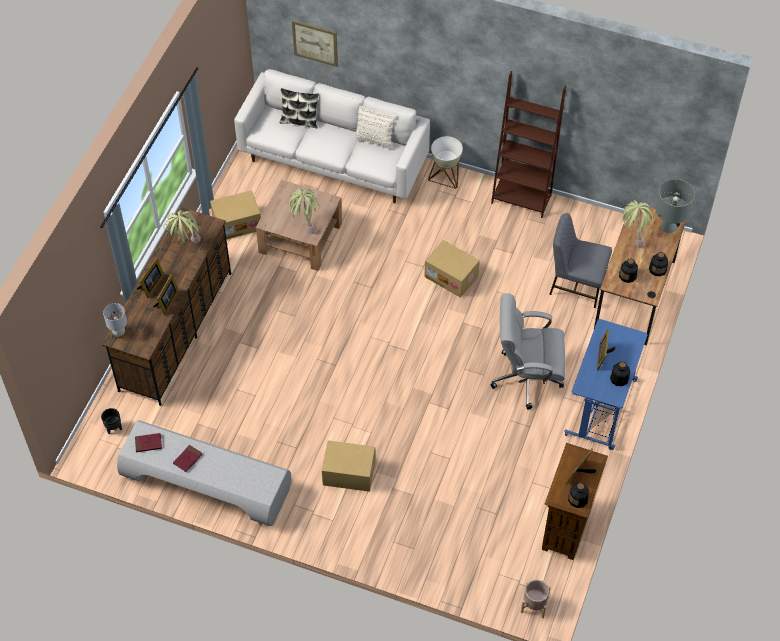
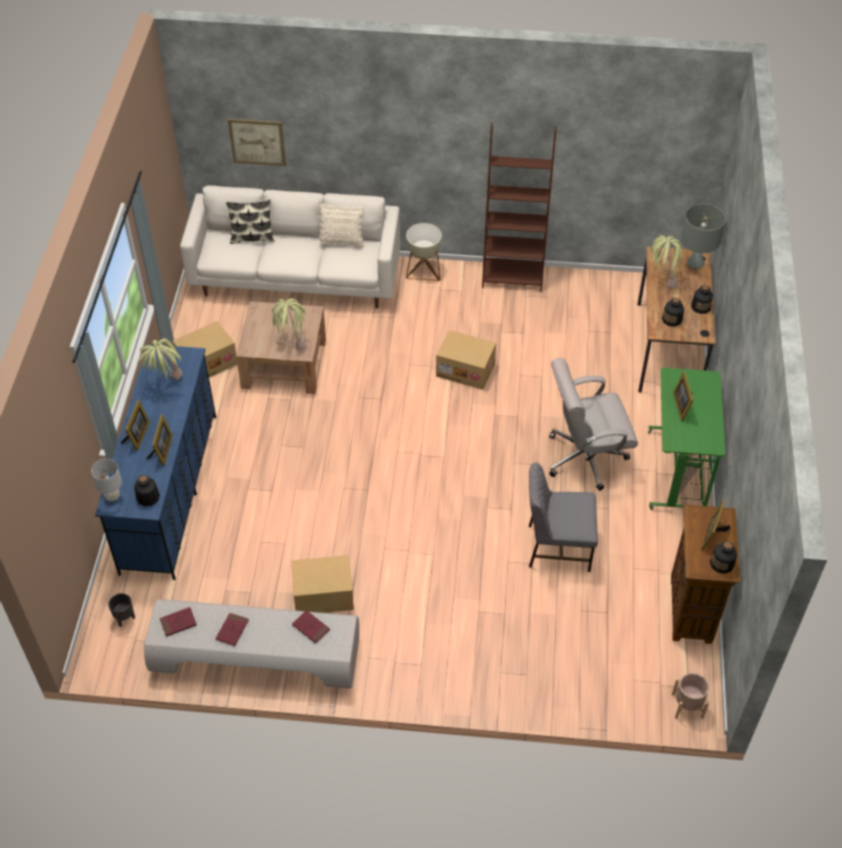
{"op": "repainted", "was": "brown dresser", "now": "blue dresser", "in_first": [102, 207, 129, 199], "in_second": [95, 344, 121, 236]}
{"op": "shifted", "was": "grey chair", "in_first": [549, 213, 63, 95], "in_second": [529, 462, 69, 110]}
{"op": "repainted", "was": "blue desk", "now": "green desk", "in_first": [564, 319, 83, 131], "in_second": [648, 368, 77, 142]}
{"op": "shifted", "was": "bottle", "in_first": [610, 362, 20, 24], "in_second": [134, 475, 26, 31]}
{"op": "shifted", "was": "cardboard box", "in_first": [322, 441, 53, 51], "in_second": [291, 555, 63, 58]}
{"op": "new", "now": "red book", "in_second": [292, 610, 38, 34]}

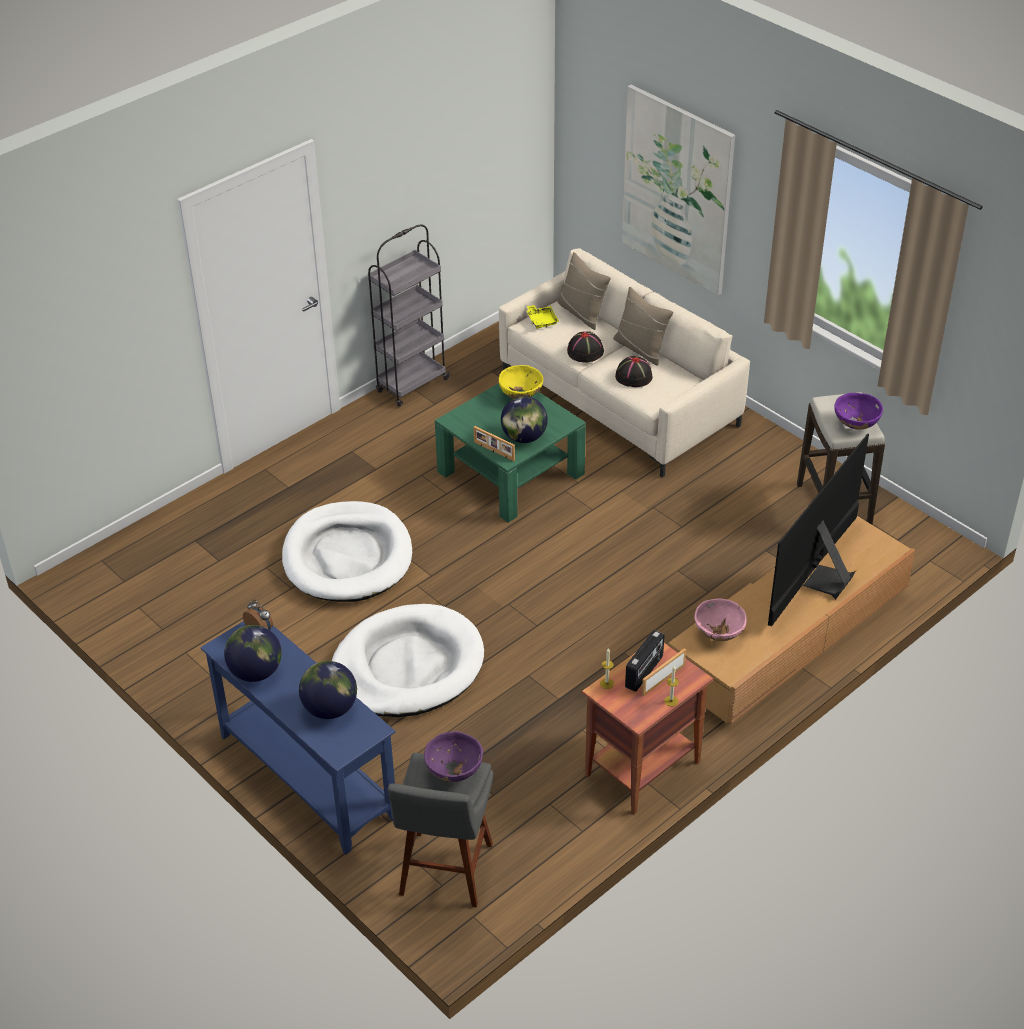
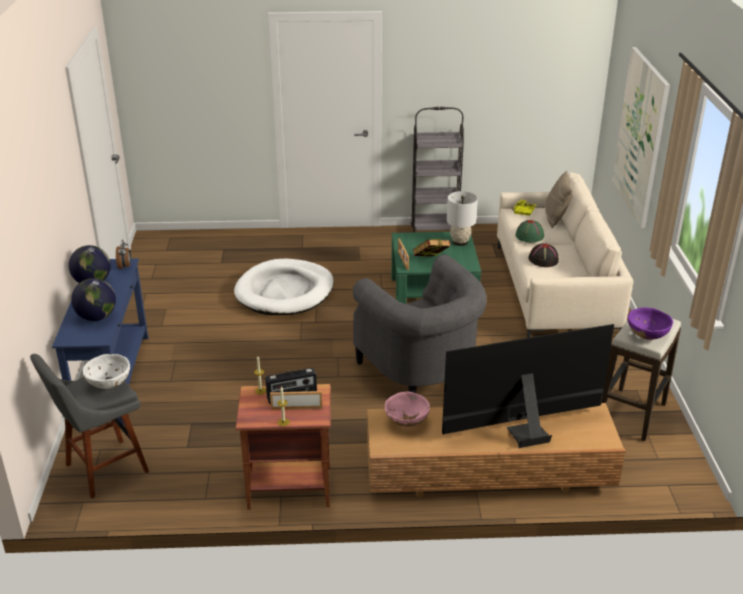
{"op": "gone", "was": "beige pillow", "in_first": [613, 287, 60, 79]}
{"op": "repainted", "was": "black hat", "now": "green hat", "in_first": [567, 331, 37, 32], "in_second": [515, 220, 29, 22]}
{"op": "swapped", "was": "yellow bowl", "now": "white table lamp", "in_first": [499, 365, 44, 34], "in_second": [447, 191, 31, 55]}
{"op": "swapped", "was": "globe", "now": "book", "in_first": [501, 396, 47, 47], "in_second": [413, 238, 38, 19]}
{"op": "gone", "was": "white dog bed", "in_first": [332, 604, 152, 113]}
{"op": "repainted", "was": "purple bowl", "now": "white bowl", "in_first": [424, 731, 59, 51], "in_second": [83, 354, 47, 35]}
{"op": "new", "now": "grey armchair", "in_second": [353, 254, 134, 139]}

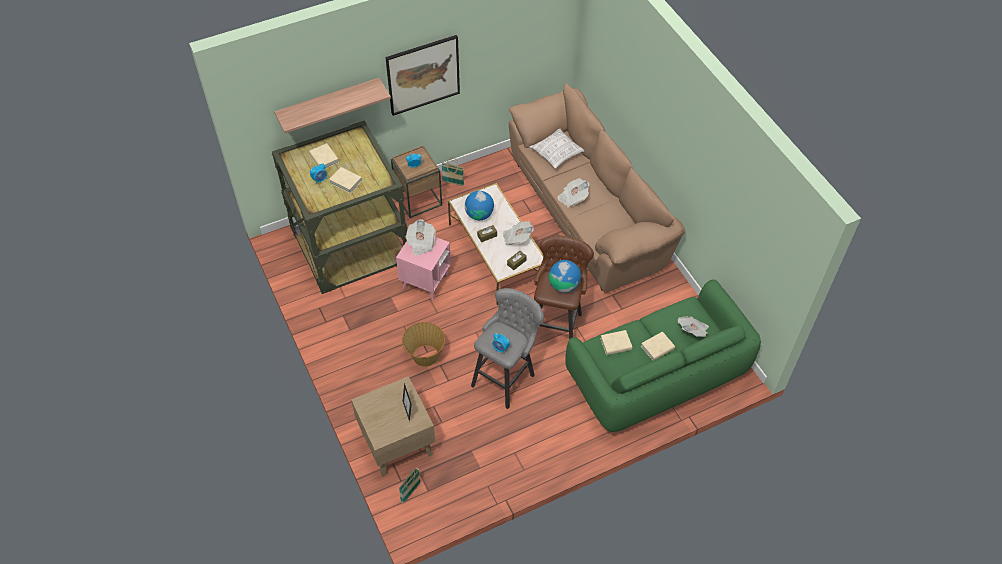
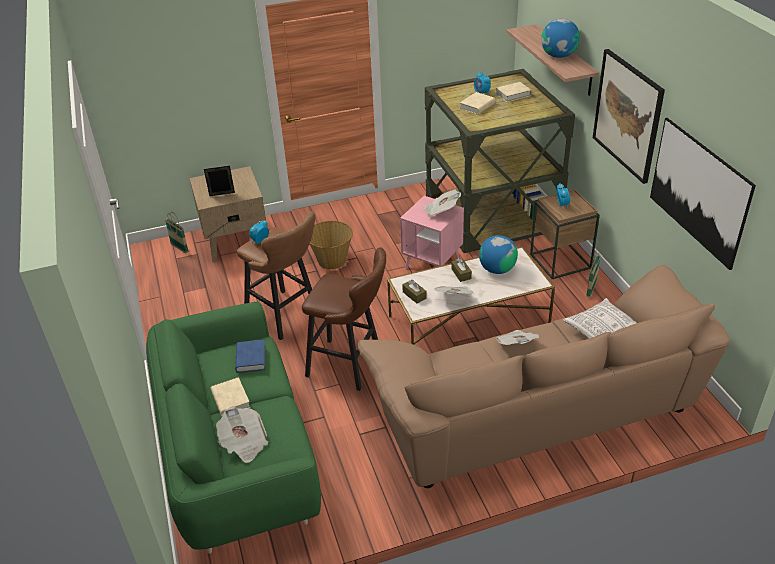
{"op": "shifted", "was": "globe", "in_first": [549, 260, 32, 33], "in_second": [541, 19, 39, 39]}
{"op": "repainted", "was": "grey stool", "now": "brown stool", "in_first": [471, 288, 73, 121], "in_second": [237, 211, 78, 129]}
{"op": "repainted", "was": "beige book", "now": "blue book", "in_first": [600, 330, 32, 25], "in_second": [235, 340, 30, 33]}
{"op": "new", "now": "picture", "in_second": [650, 118, 106, 152]}

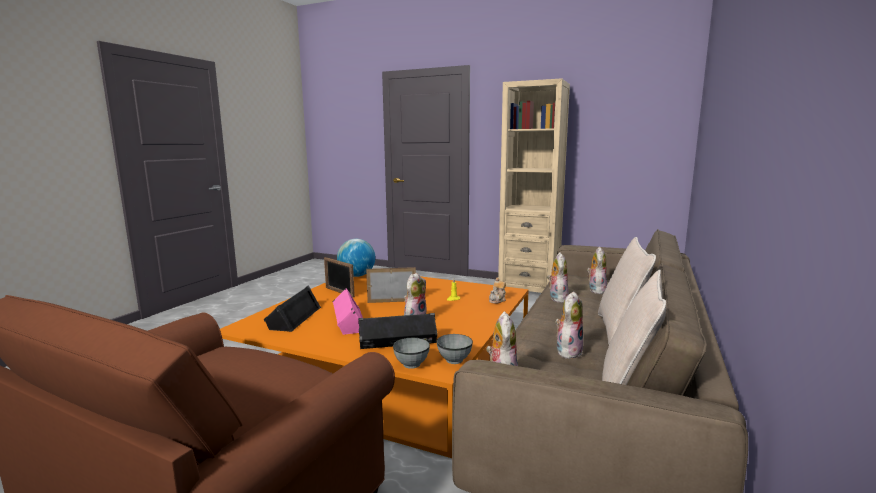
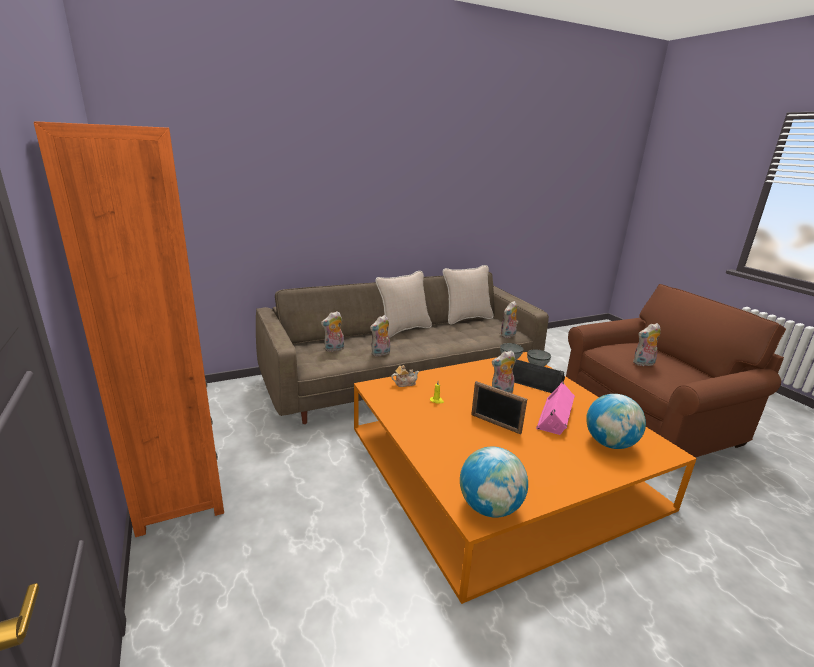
{"op": "repainted", "was": "beige bookcase", "now": "orange bookcase", "in_first": [498, 78, 72, 215], "in_second": [34, 121, 190, 416]}
{"op": "gone", "was": "picture frame", "in_first": [324, 257, 31, 40]}
{"op": "swapped", "was": "black speaker", "now": "globe", "in_first": [264, 285, 57, 47], "in_second": [586, 394, 60, 55]}
{"op": "shifted", "was": "plush toy", "in_first": [555, 291, 28, 68], "in_second": [633, 323, 28, 43]}

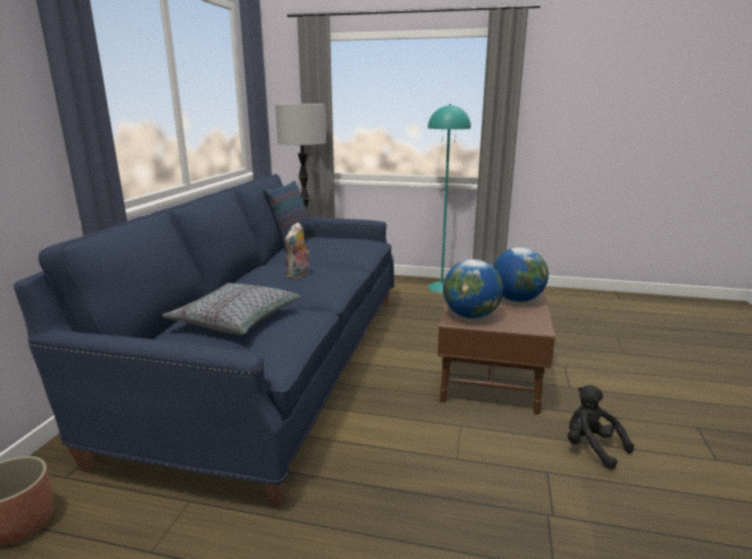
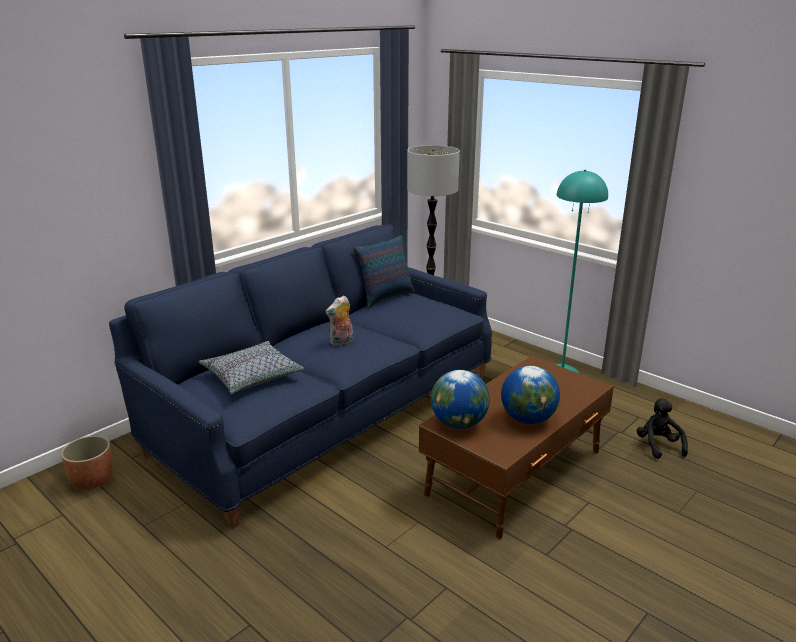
{"op": "shifted", "was": "black plush toy", "in_first": [568, 385, 66, 85], "in_second": [637, 398, 51, 61]}

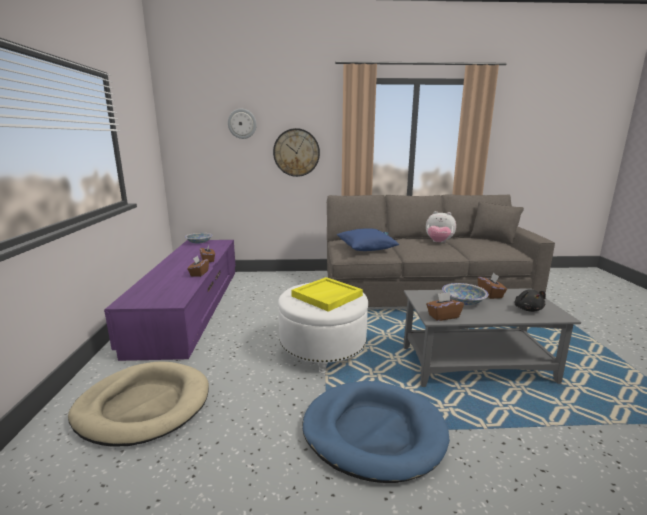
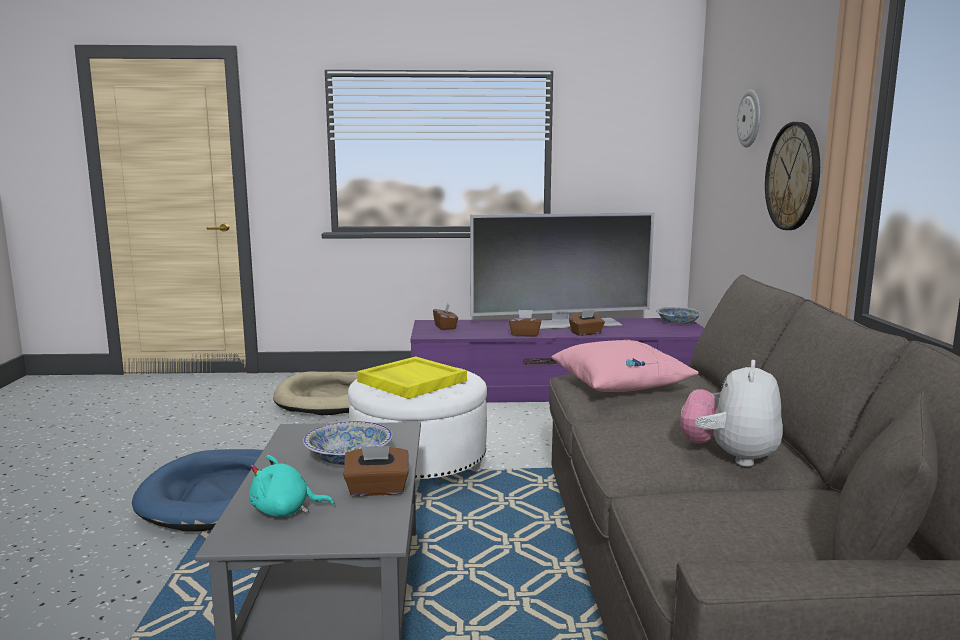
{"op": "repainted", "was": "blue pillow", "now": "pink pillow", "in_first": [337, 228, 62, 23], "in_second": [552, 340, 146, 52]}
{"op": "repainted", "was": "black plush toy", "now": "turquoise plush toy", "in_first": [514, 289, 32, 23], "in_second": [249, 455, 85, 62]}
{"op": "shifted", "was": "brown tissue box", "in_first": [426, 292, 38, 29], "in_second": [433, 303, 25, 27]}
{"op": "new", "now": "television", "in_second": [470, 212, 184, 118]}

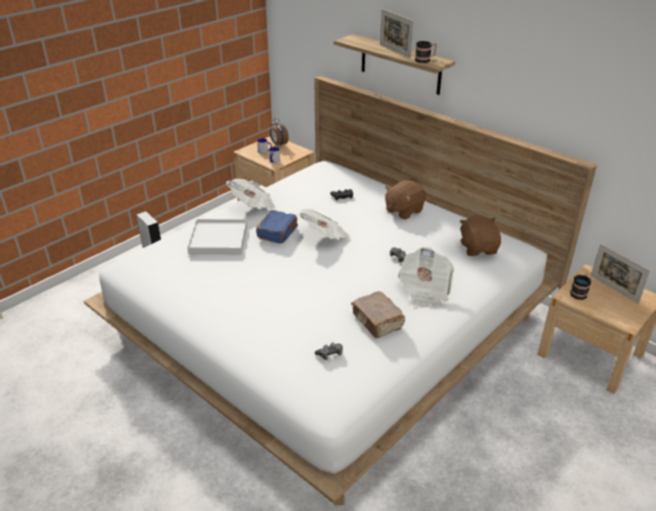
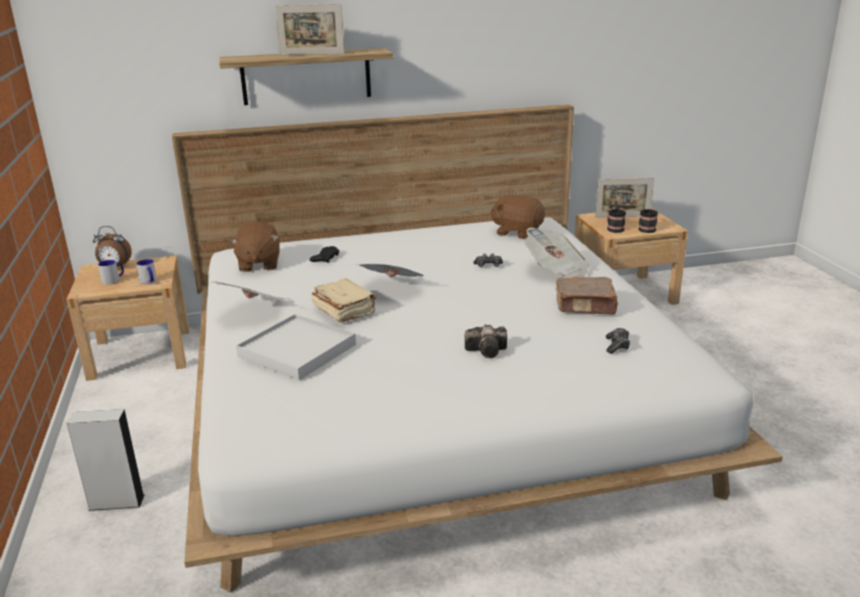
{"op": "shifted", "was": "mug", "in_first": [415, 41, 22, 22], "in_second": [638, 209, 20, 24]}
{"op": "shifted", "was": "brown plush toy", "in_first": [385, 180, 41, 39], "in_second": [230, 222, 50, 50]}
{"op": "repainted", "was": "blue book", "now": "beige book", "in_first": [256, 210, 42, 34], "in_second": [311, 279, 66, 44]}
{"op": "new", "now": "photo camera", "in_second": [465, 325, 42, 33]}

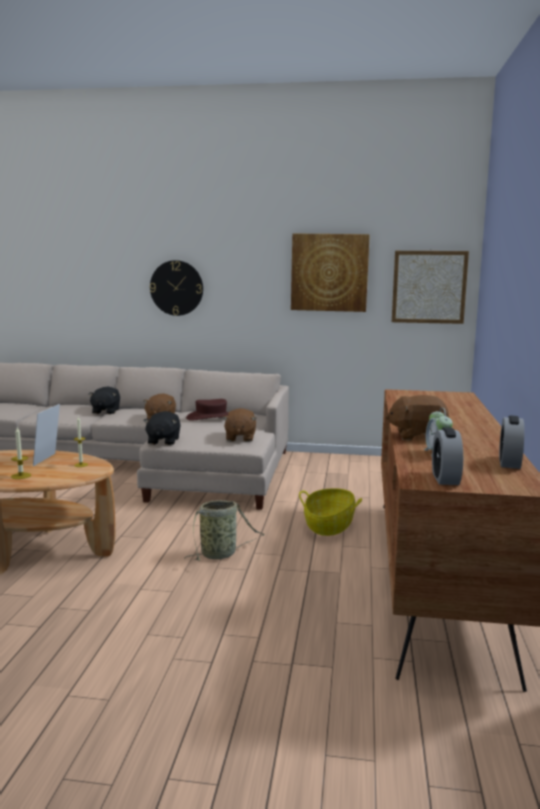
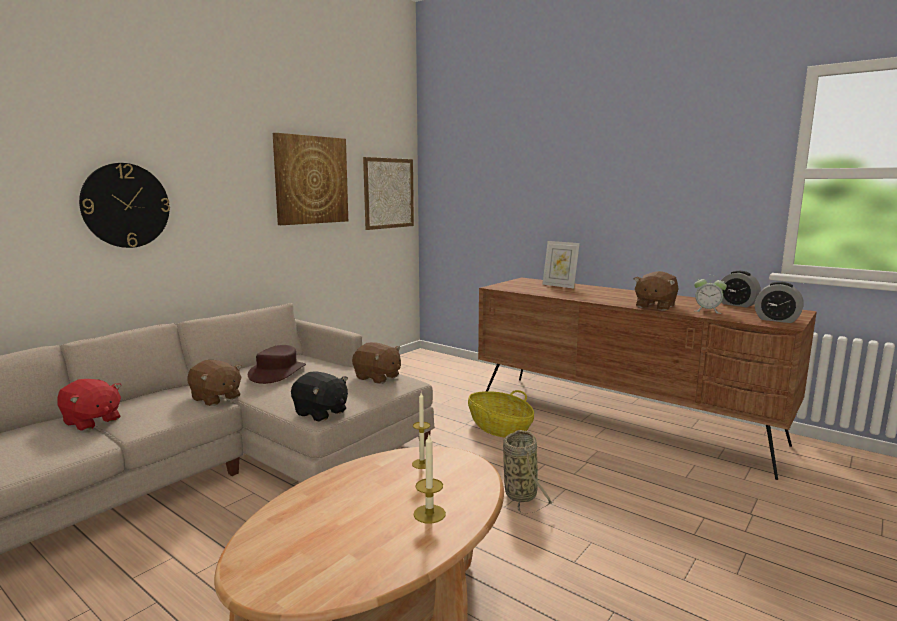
{"op": "repainted", "was": "black plush toy", "now": "red plush toy", "in_first": [88, 386, 32, 28], "in_second": [57, 379, 64, 52]}
{"op": "shifted", "was": "picture frame", "in_first": [33, 404, 27, 62], "in_second": [542, 241, 38, 48]}

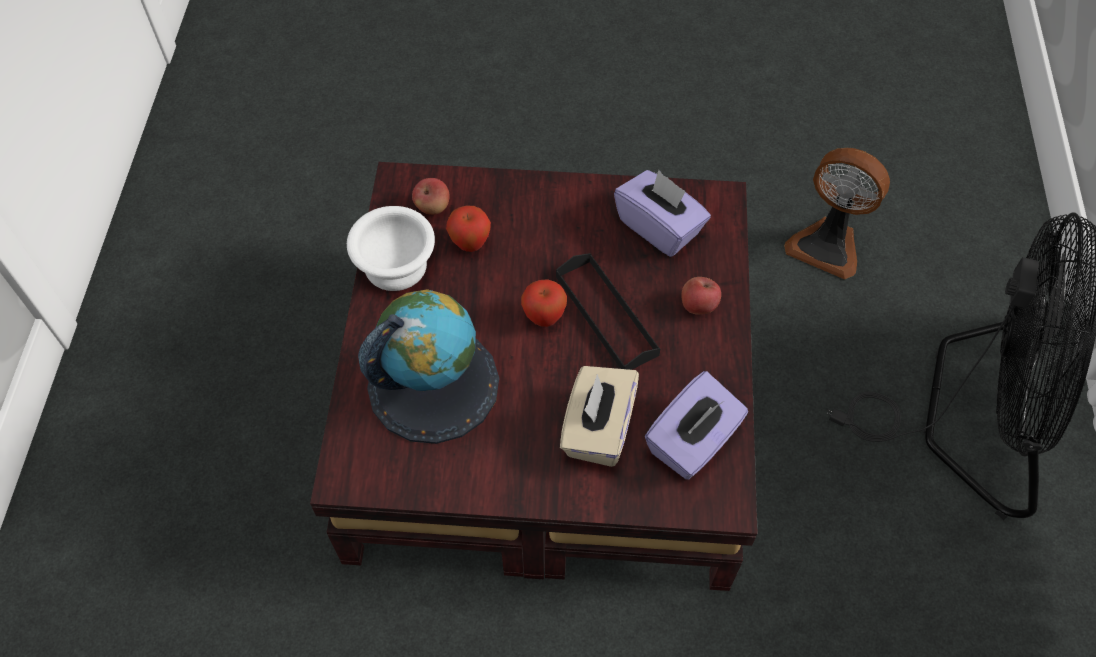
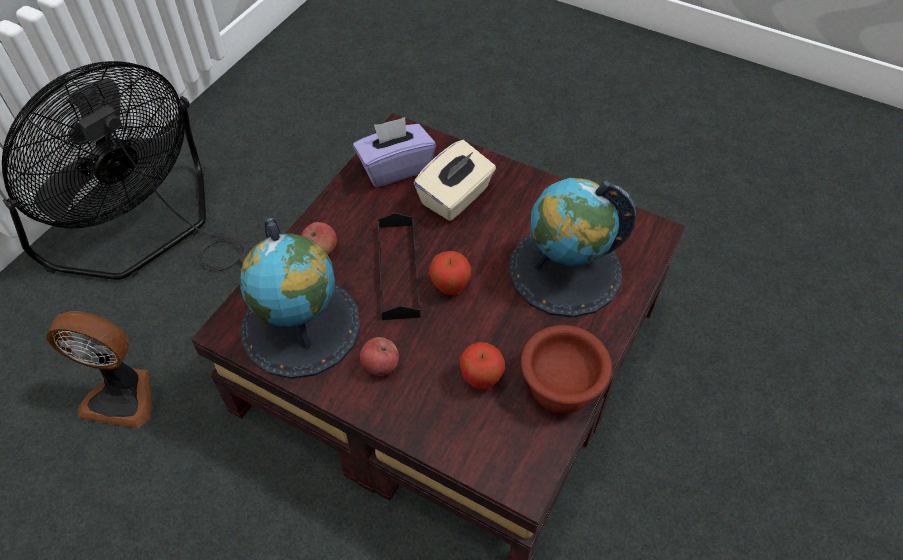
{"op": "rotated", "was": "fan", "in_first": [784, 148, 106, 132], "in_second": [46, 312, 106, 116], "clockwise": 135}
{"op": "swapped", "was": "purple tissue box", "now": "globe", "in_first": [614, 170, 97, 87], "in_second": [240, 218, 120, 161]}
{"op": "shifted", "was": "apple", "in_first": [412, 178, 37, 37], "in_second": [360, 337, 39, 39]}
{"op": "repainted", "was": "white bowl", "now": "brown bowl", "in_first": [347, 206, 88, 85], "in_second": [521, 325, 91, 88]}

